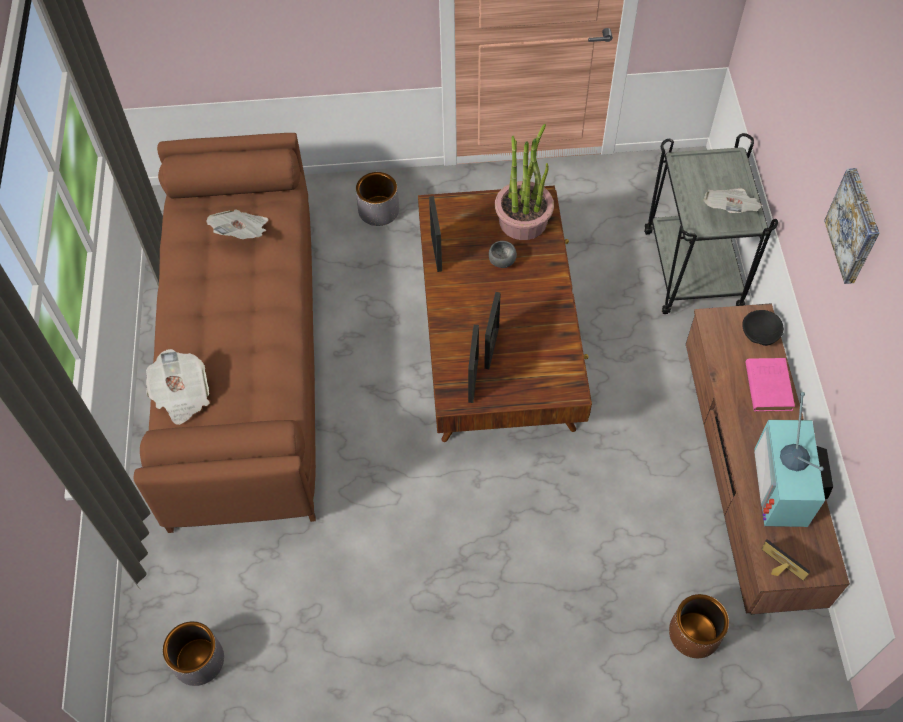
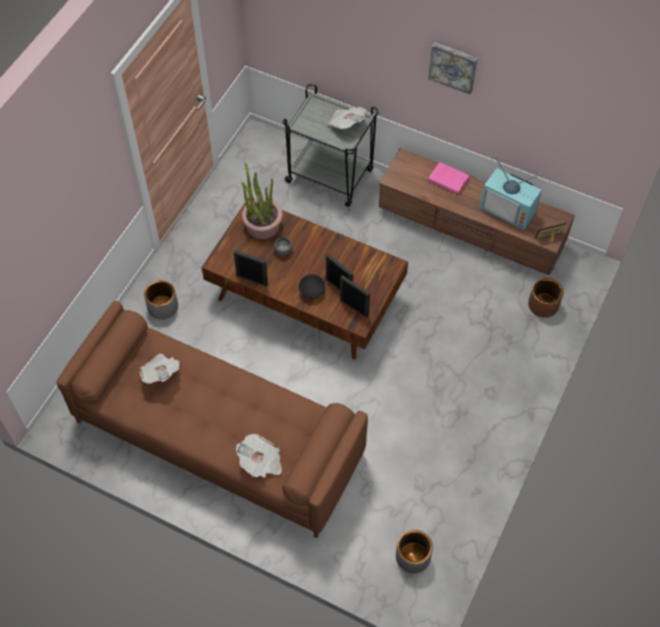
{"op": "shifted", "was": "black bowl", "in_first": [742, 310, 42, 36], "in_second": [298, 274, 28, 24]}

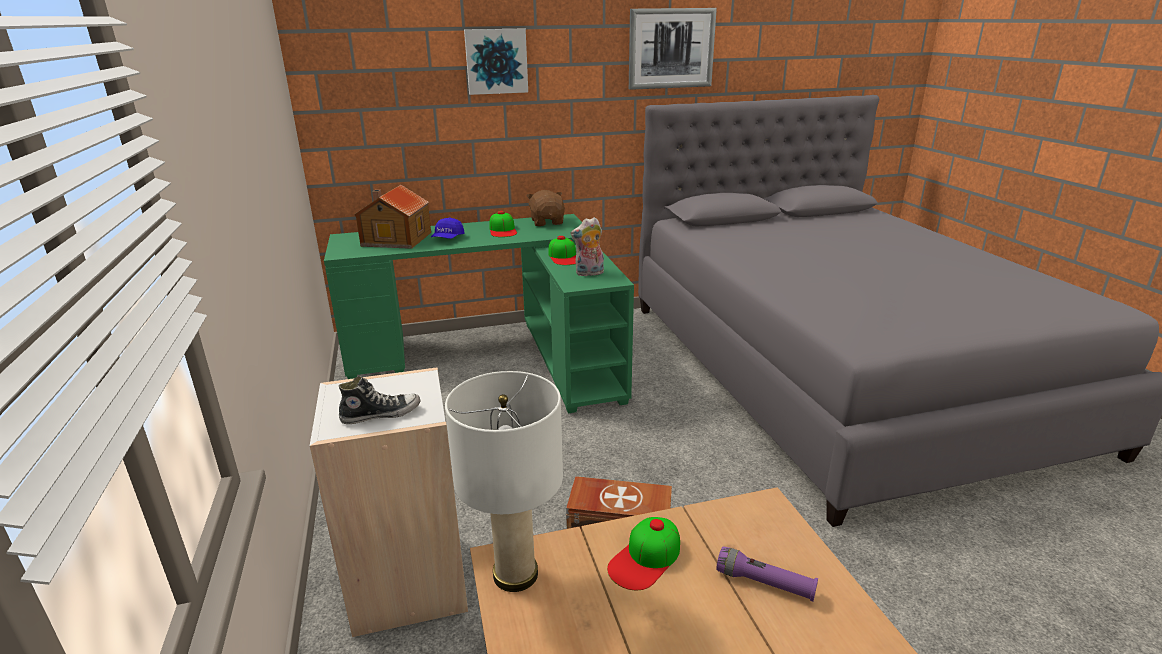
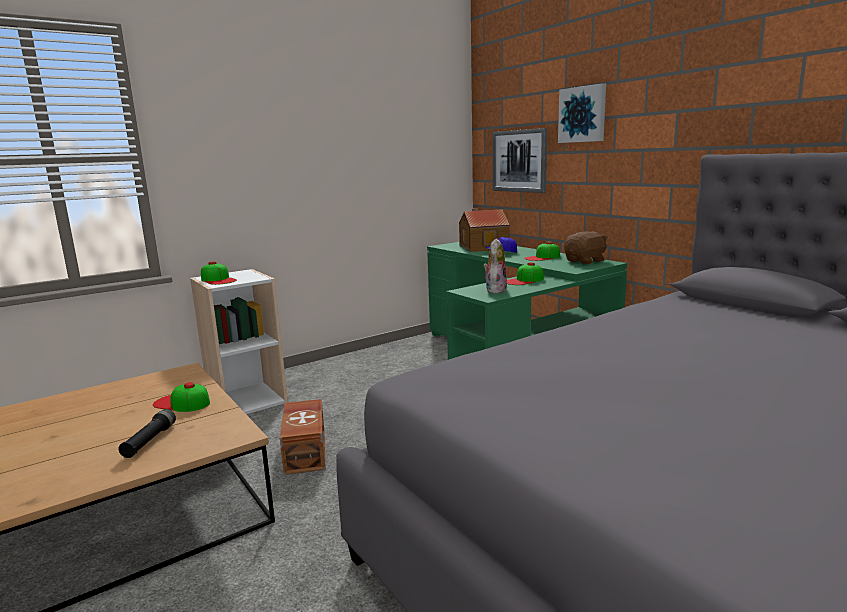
{"op": "shifted", "was": "picture", "in_first": [629, 8, 88, 82], "in_second": [492, 128, 55, 65]}
{"op": "rotated", "was": "plush toy", "in_first": [570, 217, 34, 59], "in_second": [483, 238, 24, 56], "clockwise": 60}
{"op": "gone", "was": "white table lamp", "in_first": [445, 371, 118, 221]}
{"op": "swapped", "was": "shoe", "now": "cap", "in_first": [339, 376, 82, 48], "in_second": [201, 261, 36, 24]}
{"op": "repainted", "was": "purple flashlight", "now": "black flashlight", "in_first": [716, 546, 102, 56], "in_second": [118, 409, 58, 49]}

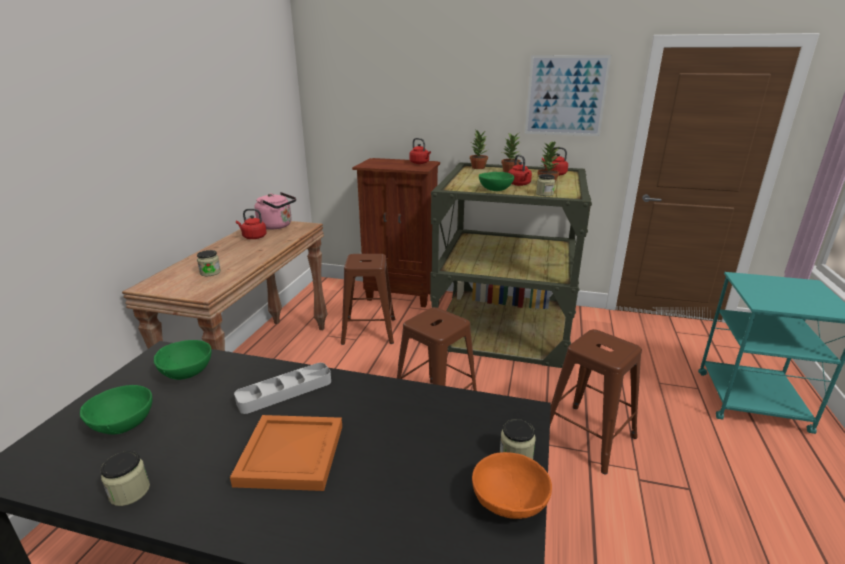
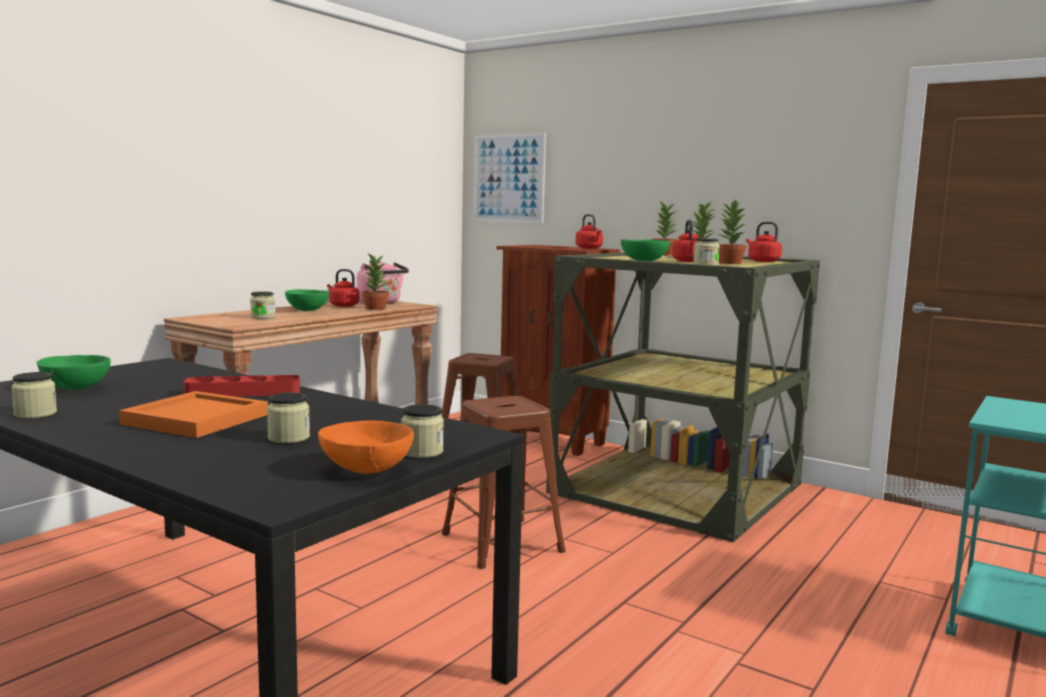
{"op": "shifted", "was": "picture", "in_first": [525, 55, 86, 81], "in_second": [473, 133, 73, 90]}
{"op": "gone", "was": "brown stool", "in_first": [550, 329, 92, 145]}
{"op": "shifted", "was": "green bowl", "in_first": [154, 340, 58, 40], "in_second": [285, 289, 44, 22]}
{"op": "repainted", "was": "grey tray", "now": "red tray", "in_first": [234, 363, 97, 51], "in_second": [183, 375, 117, 22]}
{"op": "new", "now": "potted plant", "in_second": [362, 254, 27, 56]}
{"op": "new", "now": "jar", "in_second": [267, 392, 43, 51]}

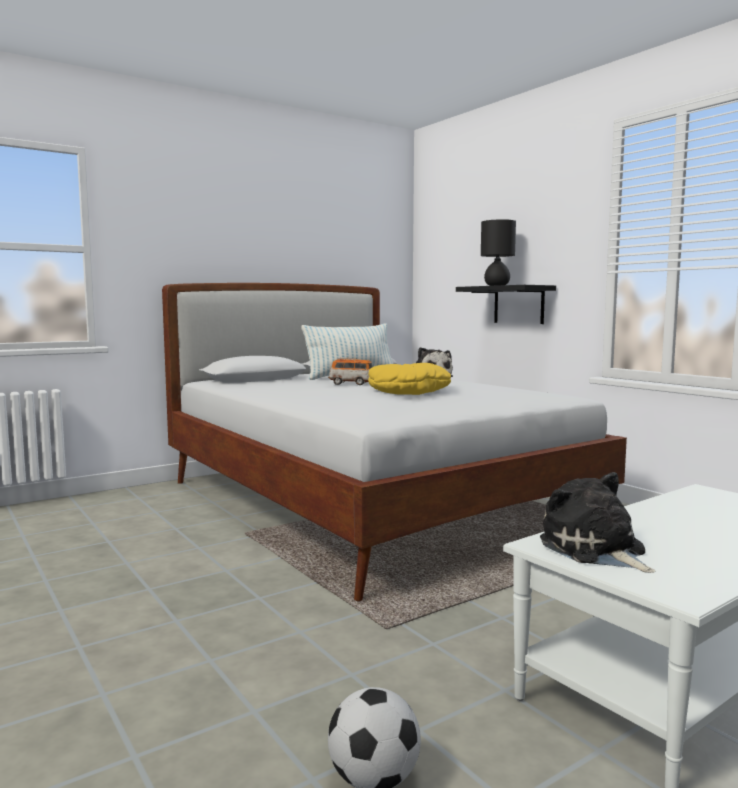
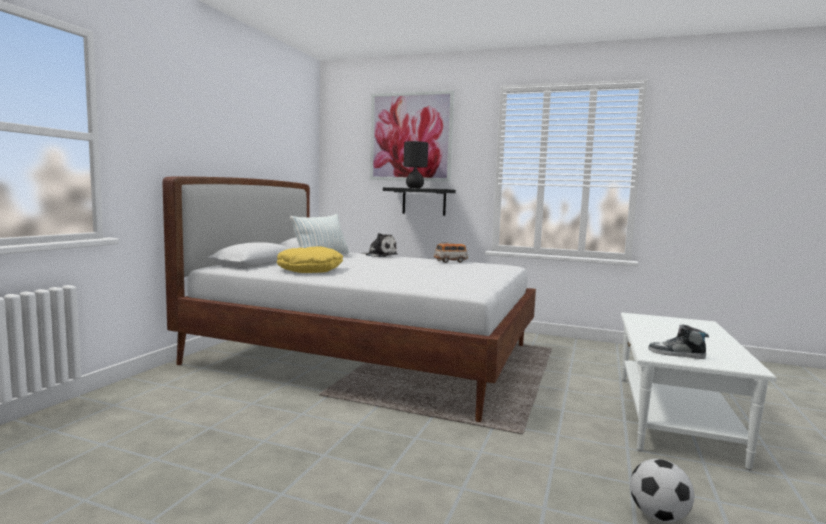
{"op": "shifted", "was": "toy car", "in_first": [328, 357, 44, 28], "in_second": [434, 242, 34, 21]}
{"op": "shifted", "was": "yellow pillow", "in_first": [368, 363, 83, 32], "in_second": [277, 246, 66, 27]}
{"op": "swapped", "was": "plush toy", "now": "shoe", "in_first": [540, 472, 115, 101], "in_second": [648, 324, 61, 35]}
{"op": "new", "now": "picture", "in_second": [370, 90, 84, 92]}

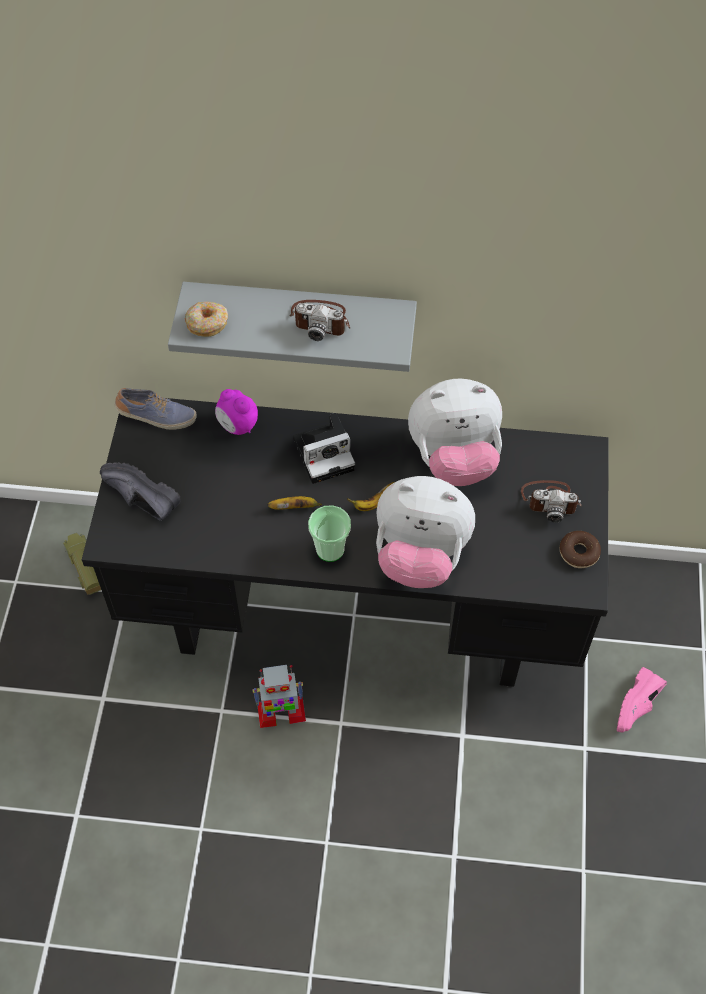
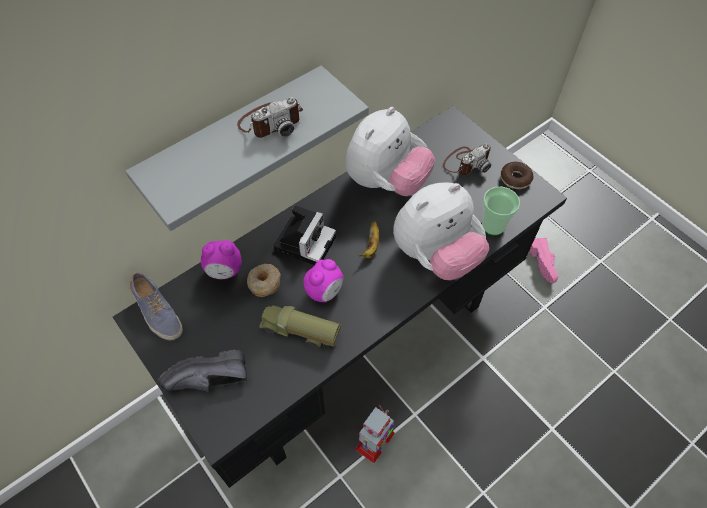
{"op": "shifted", "was": "donut", "in_first": [185, 301, 43, 36], "in_second": [247, 264, 34, 33]}
{"op": "rotated", "was": "shoe", "in_first": [115, 388, 81, 42], "in_second": [129, 272, 54, 69], "clockwise": 90}
{"op": "swapped", "was": "banana", "now": "alarm clock", "in_first": [267, 496, 55, 14], "in_second": [303, 259, 41, 43]}
{"op": "shifted", "was": "cup", "in_first": [308, 505, 43, 57], "in_second": [482, 187, 38, 48]}
{"op": "shifted", "was": "toy truck", "in_first": [63, 533, 38, 62], "in_second": [259, 305, 82, 43]}

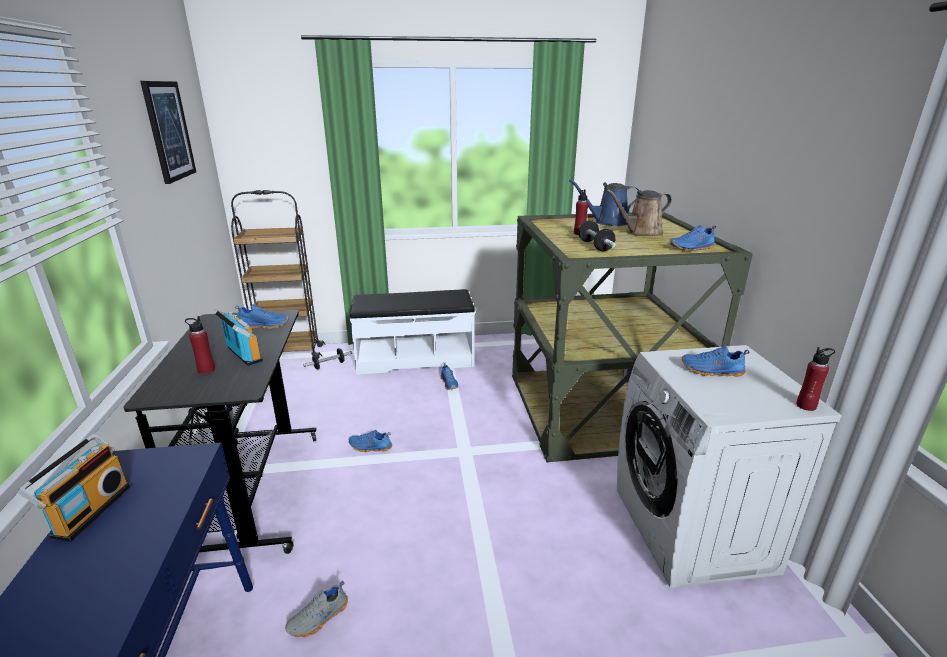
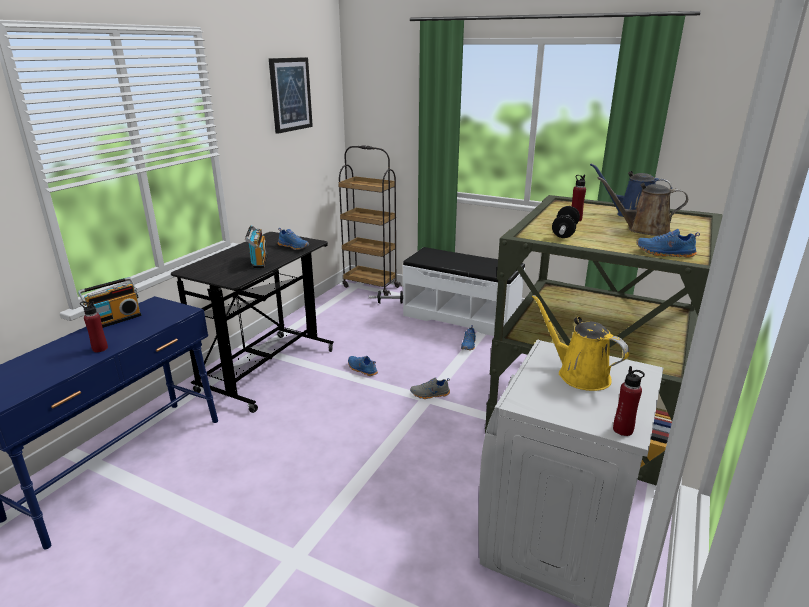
{"op": "shifted", "was": "red bottle", "in_first": [185, 316, 30, 58], "in_second": [80, 301, 28, 51]}
{"op": "swapped", "was": "blue shoe", "now": "yellow watering can", "in_first": [682, 346, 67, 31], "in_second": [532, 295, 97, 96]}
{"op": "shifted", "was": "grey shoe", "in_first": [285, 581, 63, 56], "in_second": [410, 377, 40, 22]}

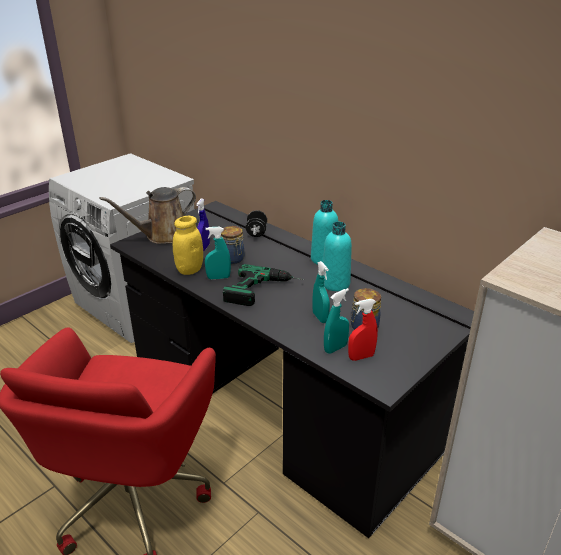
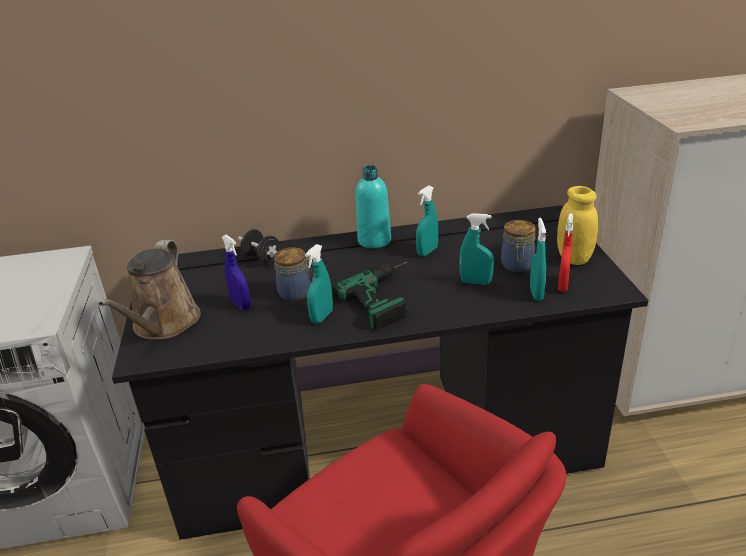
{"op": "shifted", "was": "yellow jar", "in_first": [173, 216, 30, 59], "in_second": [557, 186, 41, 79]}
{"op": "swapped", "was": "turquoise bottle", "now": "turquoise spray bottle", "in_first": [323, 222, 29, 69], "in_second": [416, 186, 22, 70]}

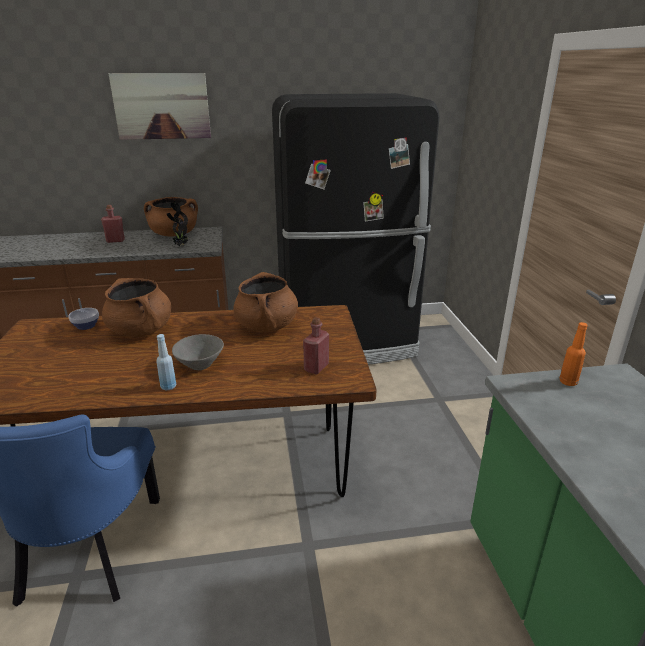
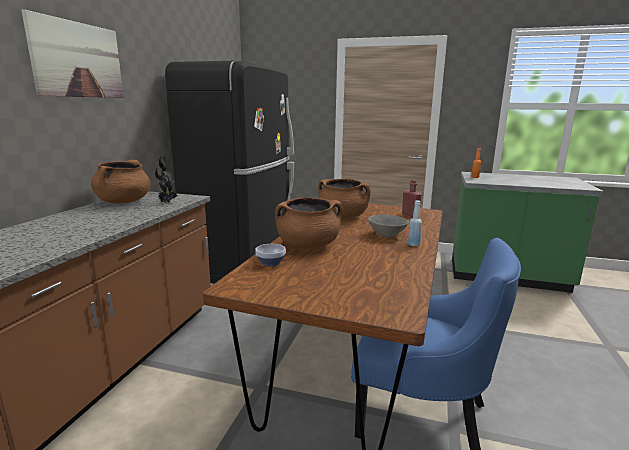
{"op": "gone", "was": "red bottle", "in_first": [101, 205, 24, 38]}

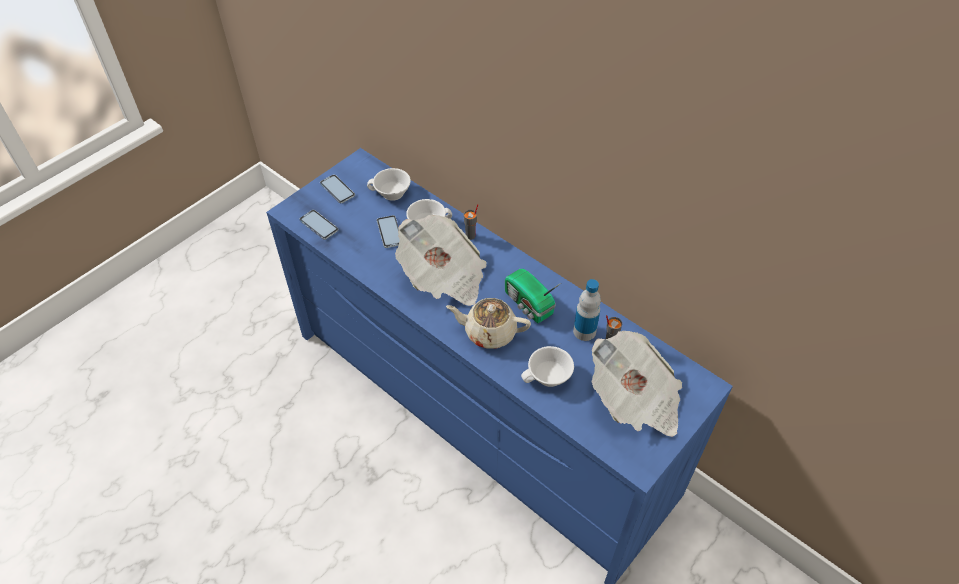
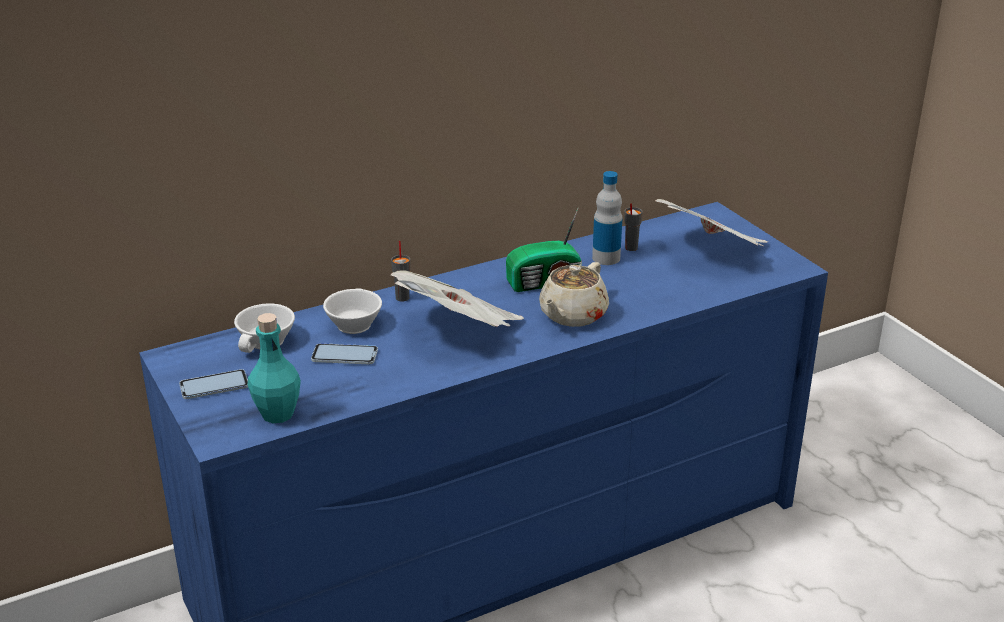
{"op": "swapped", "was": "phone", "now": "turquoise bottle", "in_first": [299, 210, 40, 30], "in_second": [248, 313, 53, 110]}
{"op": "gone", "was": "white cup", "in_first": [521, 346, 53, 41]}

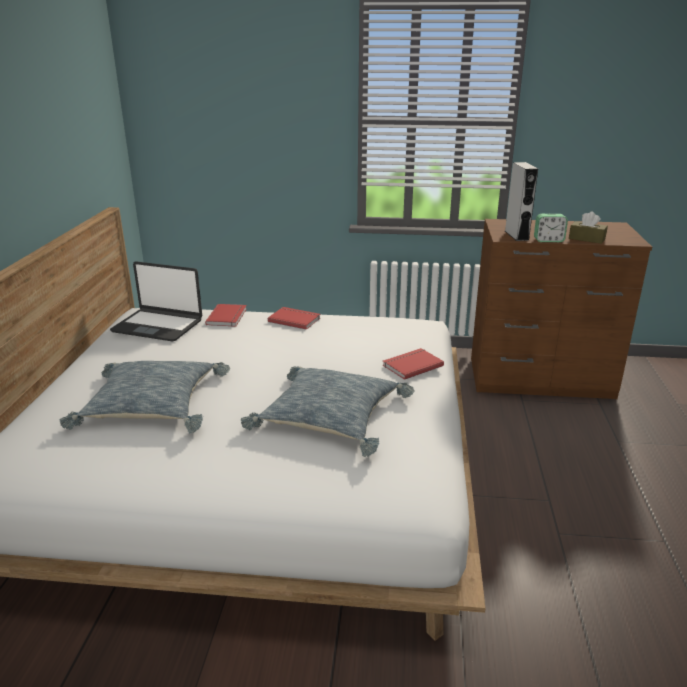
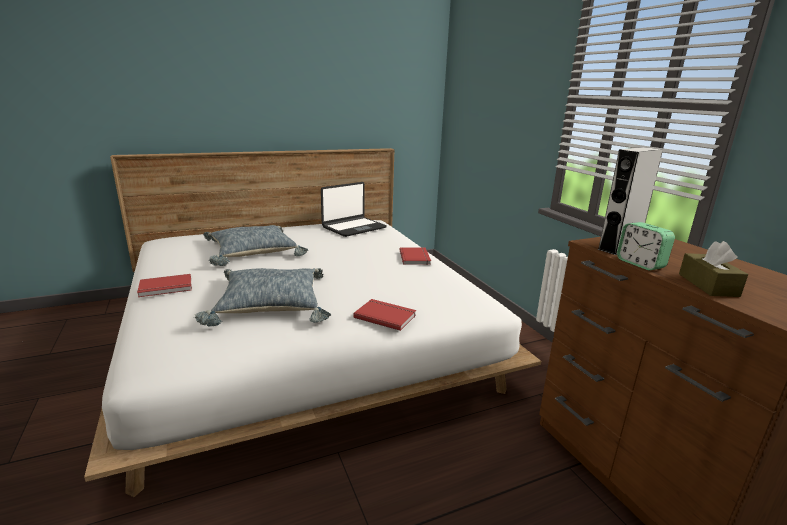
{"op": "rotated", "was": "laptop", "in_first": [110, 261, 92, 80], "in_second": [321, 182, 66, 55], "clockwise": -120}
{"op": "shifted", "was": "red book", "in_first": [205, 304, 42, 23], "in_second": [137, 274, 55, 23]}

